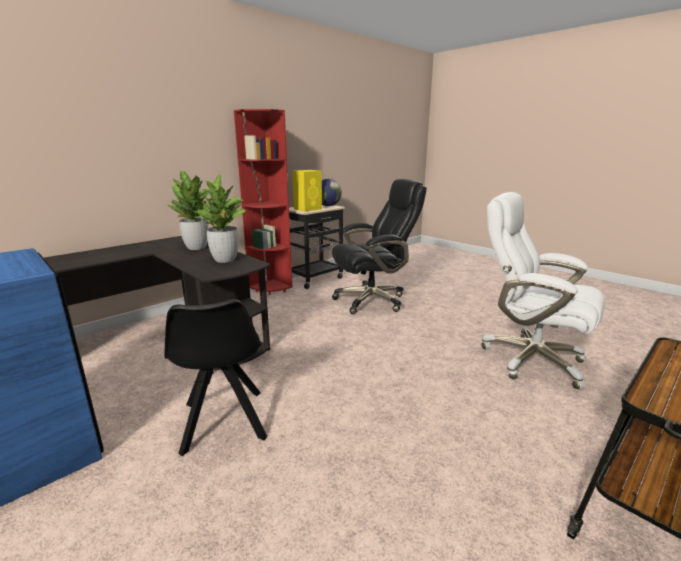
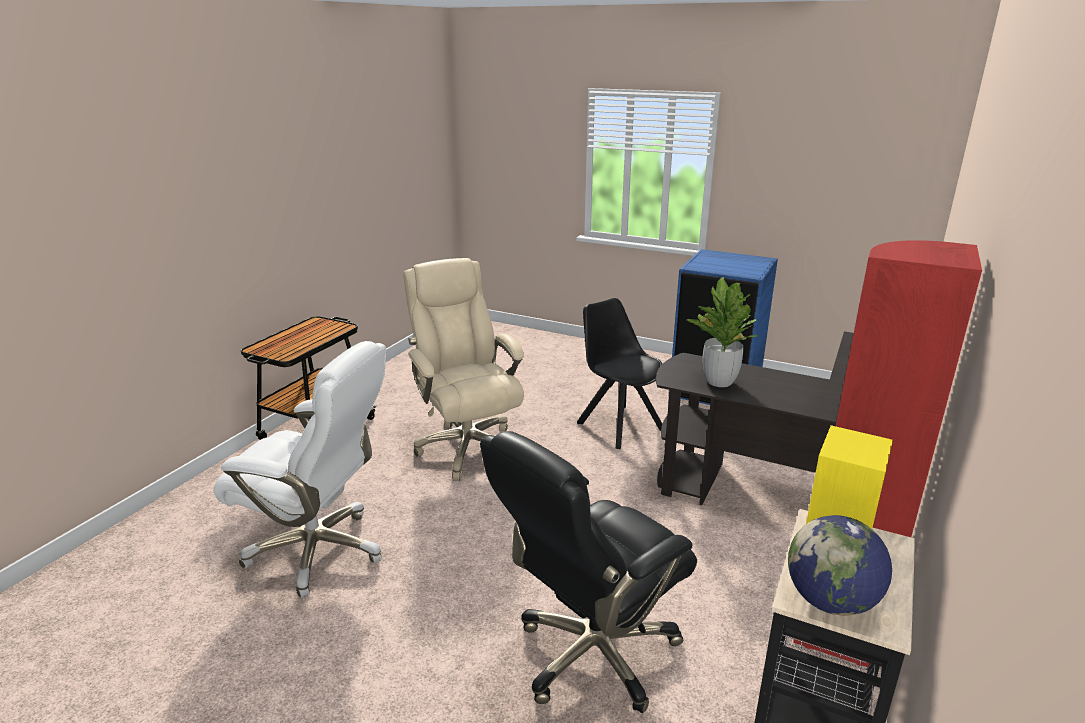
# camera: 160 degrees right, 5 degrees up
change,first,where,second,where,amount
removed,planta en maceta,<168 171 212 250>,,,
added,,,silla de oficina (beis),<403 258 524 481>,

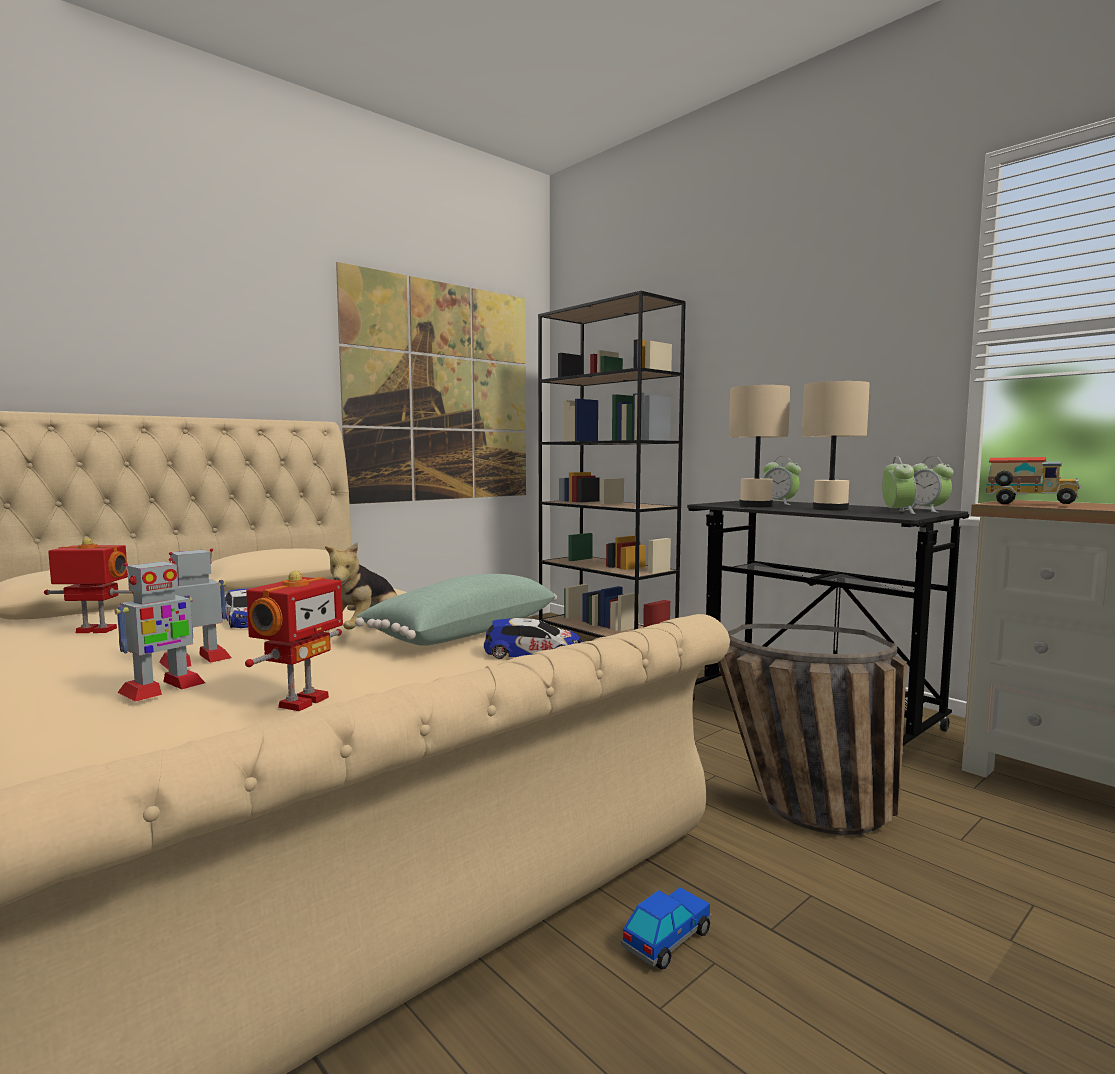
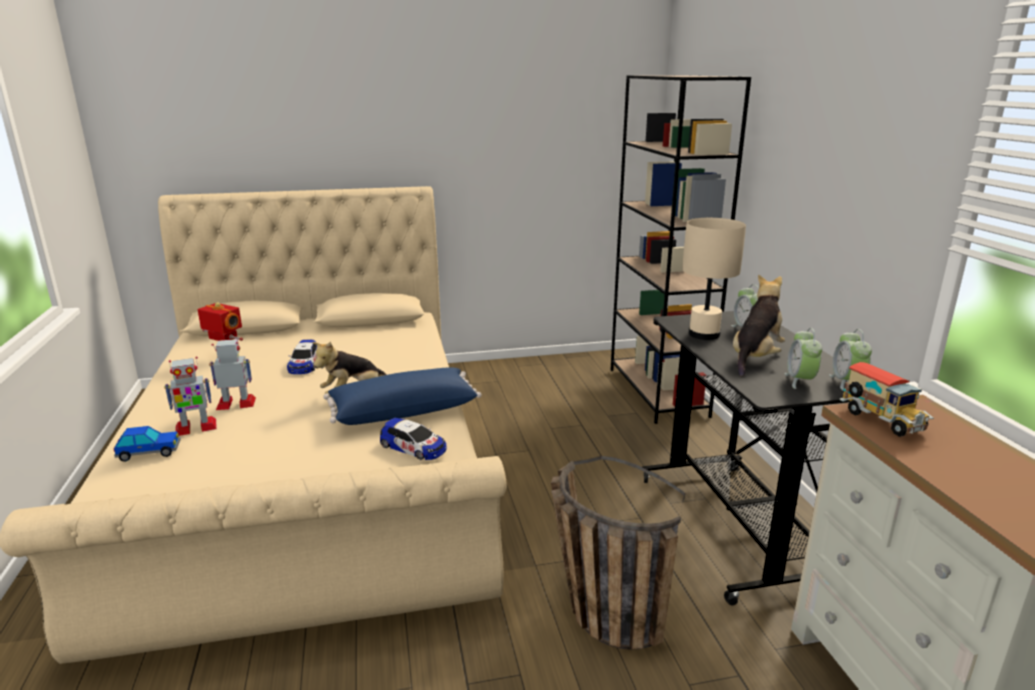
# camera: 30 degrees right, 15 degrees up
change,first,where,second,where,amount
removed,robot de juguete,<245 571 343 711>,,,
removed,cuadro,<336 262 526 504>,,,
moved,coche de juguete,<621 888 712 970>,,<114 426 181 462>,
replaced,lámpara de mesa (beis),<802 381 869 511>,peluche,<733 274 785 377>,
recoloured,cojín (verde),<355 574 557 646>,cojín (azul),<323 368 482 425>,
turned,despertador,<882 457 916 514>,,<784 328 822 389>,150 degrees clockwise

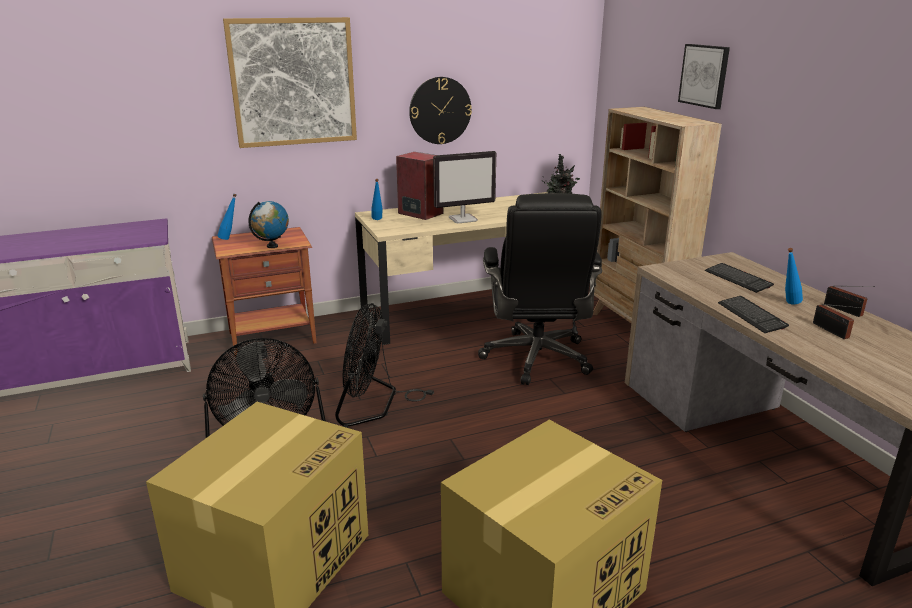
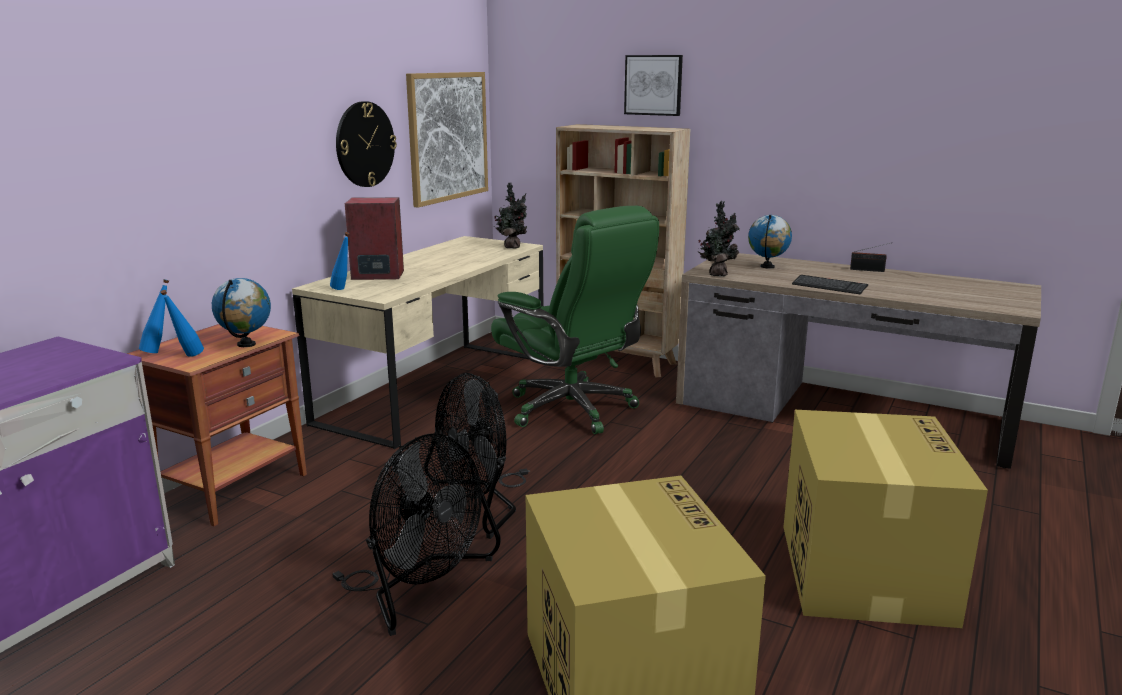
# camera: 40 degrees left, 5 degrees down
change,first,where,second,where,amount
removed,monitor,<433 151 496 224>,,,
removed,radio,<813 304 861 339>,,,
added,,,planta en maceta,<698 201 740 276>,
moved,cuadro,<223 17 357 148>,,<406 72 488 208>,
moved,botella (azul),<785 248 803 305>,,<160 290 204 357>,
replaced,teclado,<705 263 774 293>,globo terráqueo,<748 215 792 269>,
recoloured,silla de oficina (negro),<478 193 602 385>,silla de oficina (verde),<491 206 659 434>,

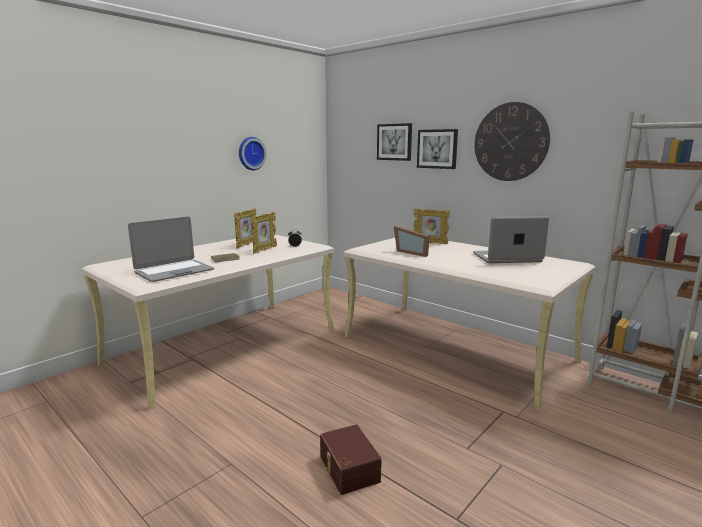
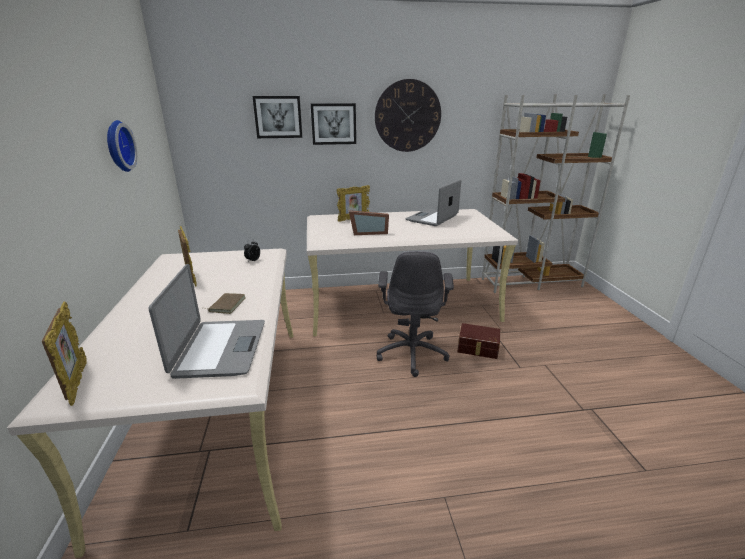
# camera: 50 degrees left, 10 degrees up
change,first,where,second,where,amount
added,,,silla de oficina (gris),<376 251 454 377>,
moved,portarretratos,<251 212 277 254>,,<42 301 87 406>,
moved,caja de almacenaje (marrón),<320 424 382 495>,,<457 323 500 359>,

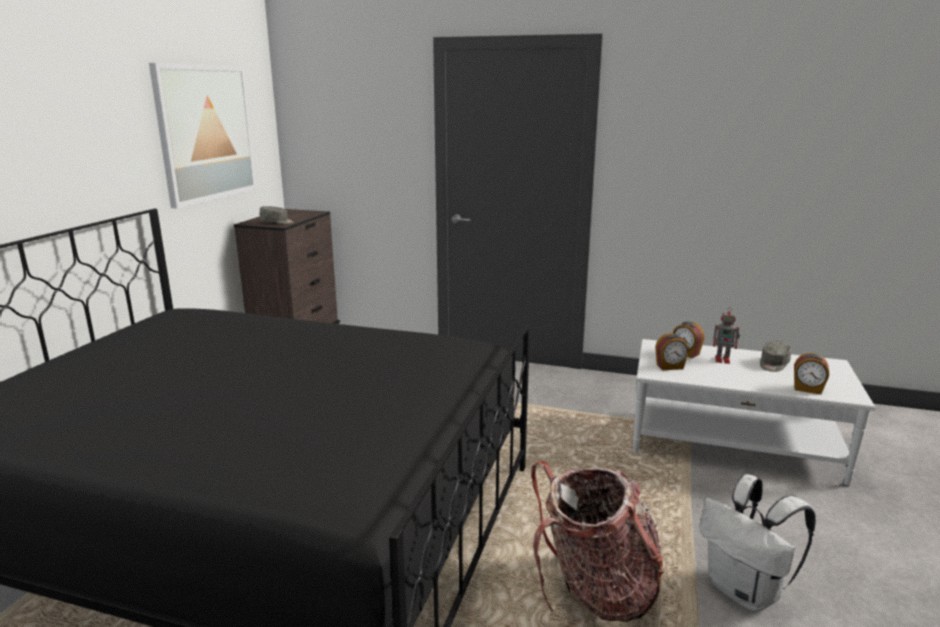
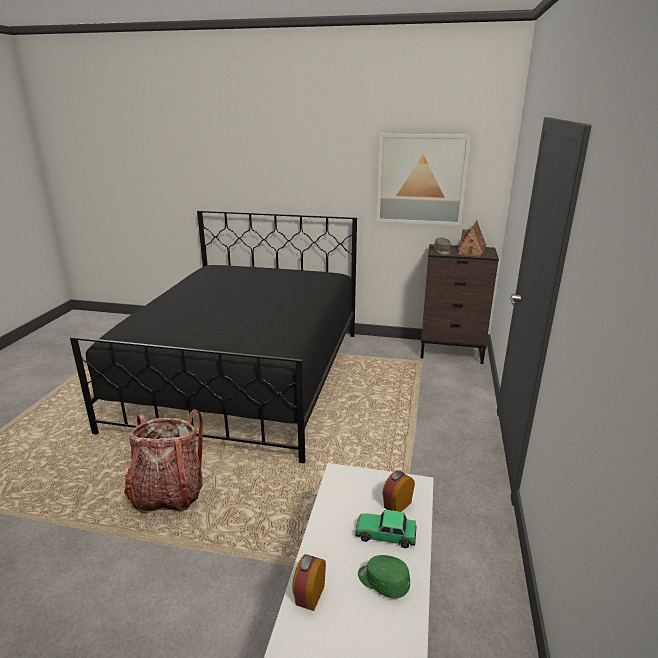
# camera: 85 degrees right, 5 degrees up
change,first,where,second,where,amount
removed,despertador,<655 333 689 370>,,,
removed,mochila (blanco),<699 474 816 612>,,,
added,,,casita,<458 220 487 257>,
replaced,robot de juguete,<713 307 740 364>,coche de juguete,<355 510 417 548>,
recoloured,gorra (gris),<760 340 791 372>,gorra (verde),<358 555 410 599>,

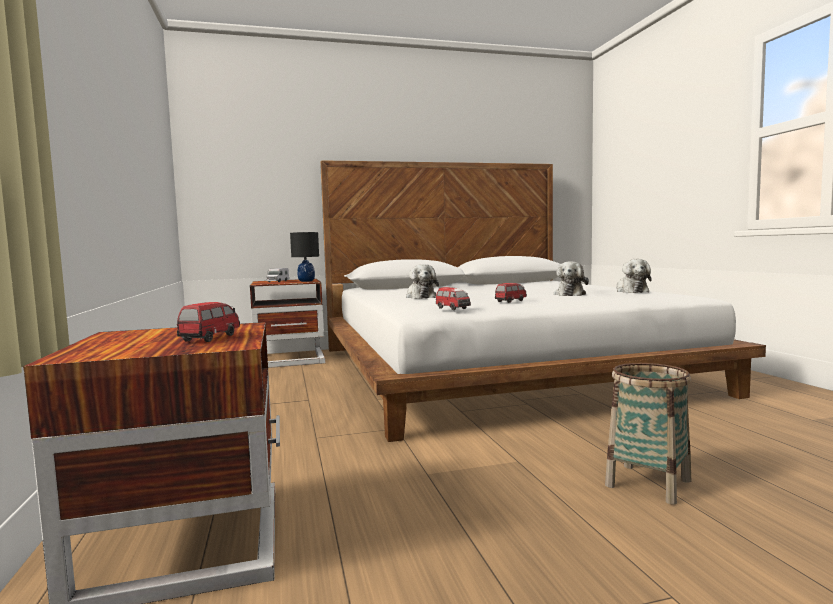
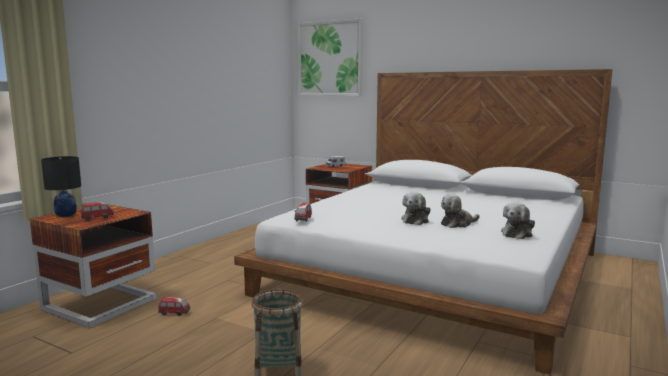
# camera: 45 degrees right, 5 degrees up
change,first,where,second,where,amount
added,,,cuadro,<298 19 363 96>,
moved,lámpara de mesa (negro),<290 232 319 282>,,<41 156 81 217>,
moved,peluche,<406 264 439 299>,,<401 192 431 225>,
moved,coche de juguete,<495 283 527 303>,,<158 297 190 316>,

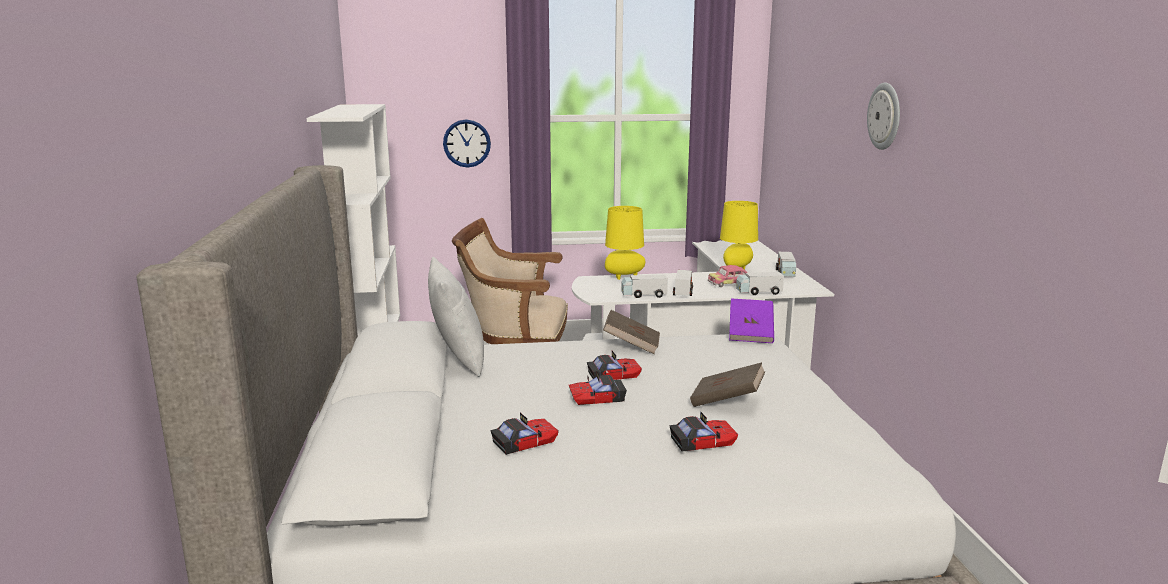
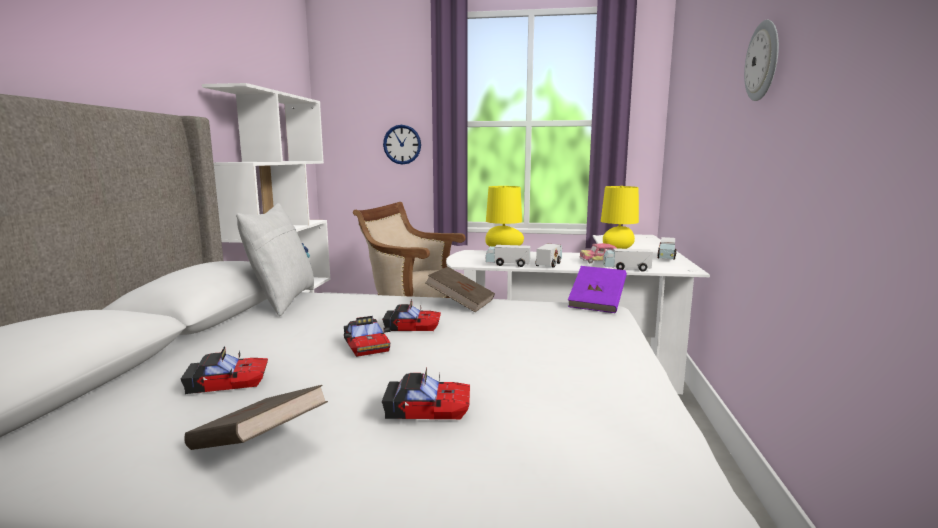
# camera: 15 degrees right, 5 degrees down
change,first,where,second,where,amount
moved,libro (marrón),<690 362 766 407>,,<184 385 328 450>,
turned,coche de juguete,<569 372 627 405>,,<344 316 391 357>,120 degrees counterclockwise

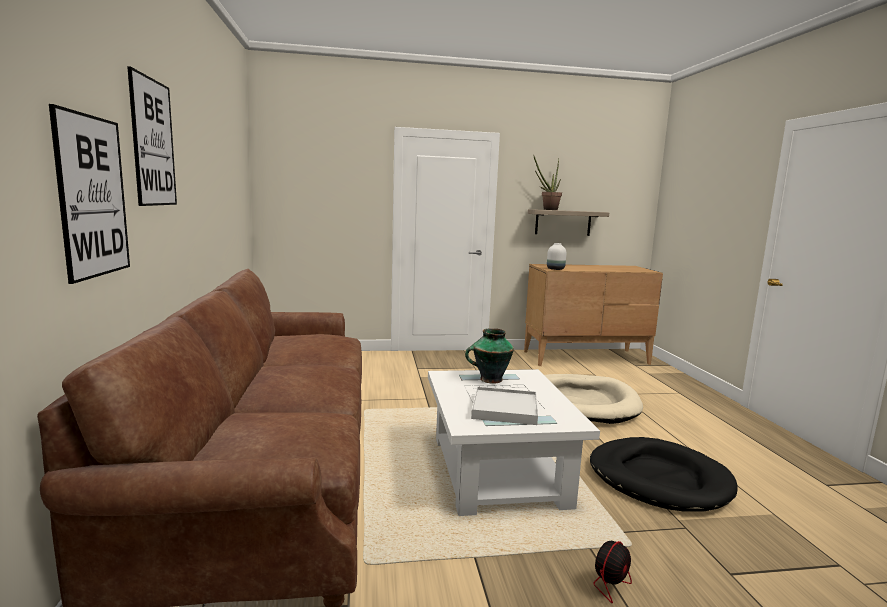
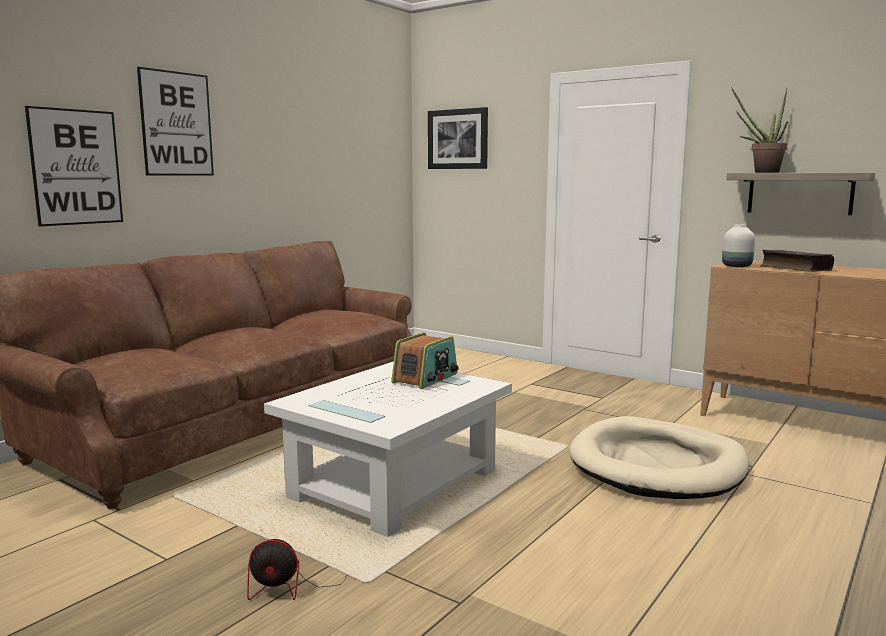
# camera: 45 degrees right, 0 degrees up
change,first,where,second,where,amount
removed,bandeja (blanco),<471 387 538 425>,,,
removed,cama para perro (negro),<590 437 738 512>,,,
added,,,cuadro,<428 107 488 169>,
added,,,libro,<760 250 834 272>,
replaced,florero,<465 328 514 384>,radio,<391 332 459 389>,

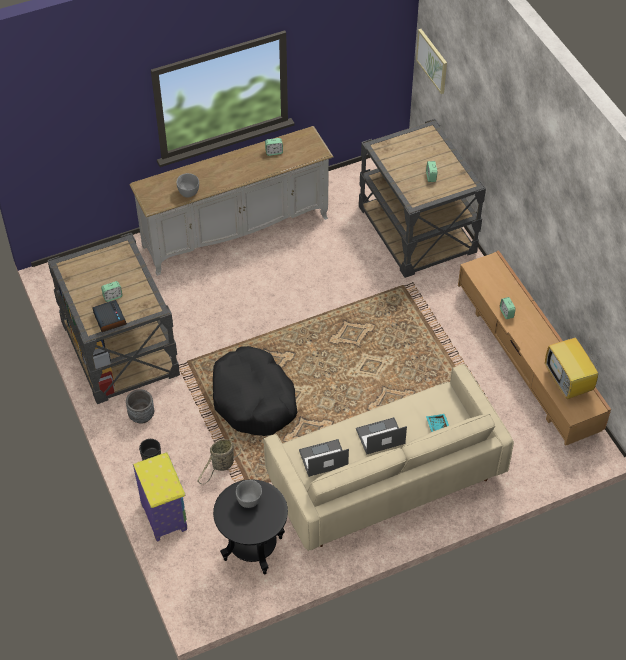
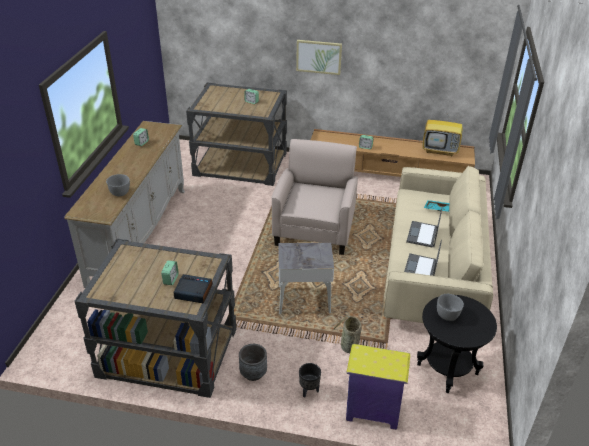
# camera: 55 degrees left, 15 degrees down
change,first,where,second,where,amount
added,,,sillón (beis),<271 139 358 255>,
moved,cuadro,<416 29 447 94>,,<296 40 342 75>,
replaced,cama para perro (negro),<213 346 298 436>,mesa auxiliar,<279 242 334 314>,

